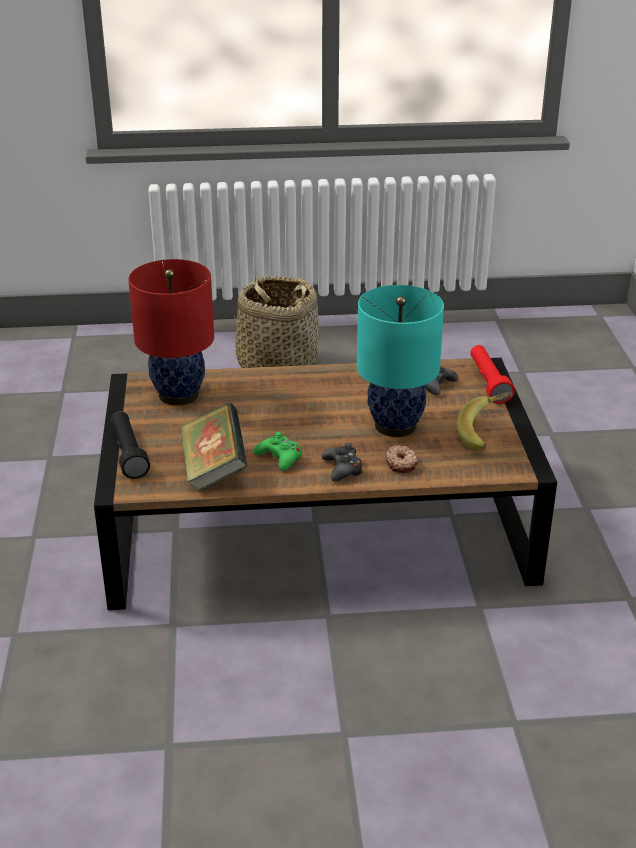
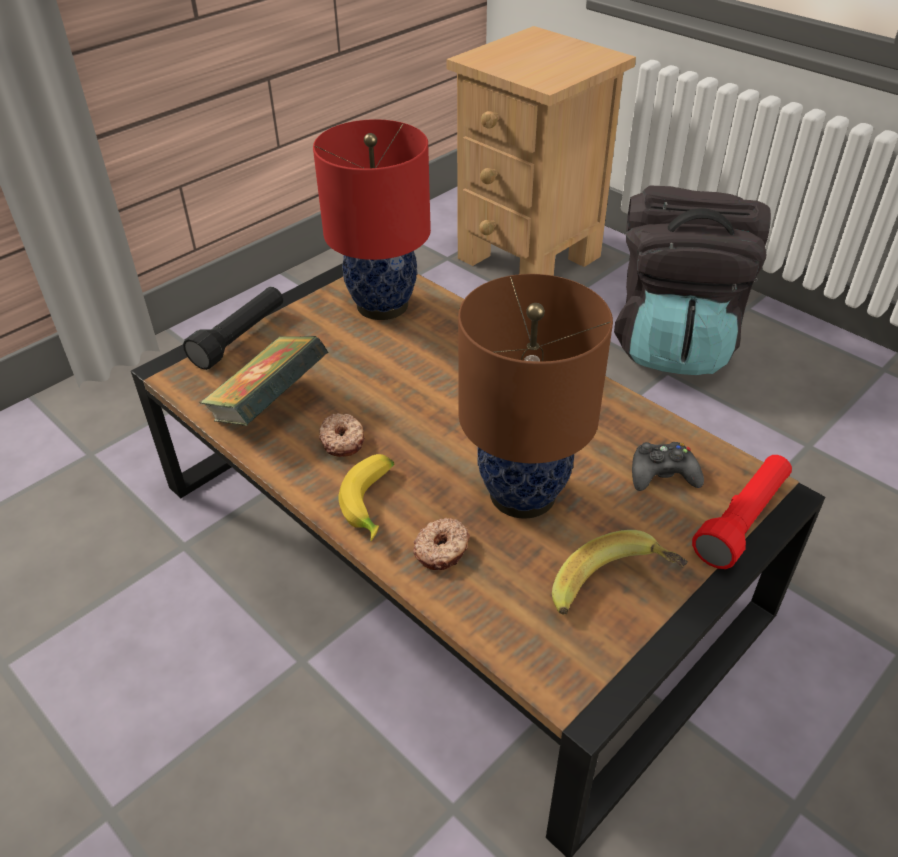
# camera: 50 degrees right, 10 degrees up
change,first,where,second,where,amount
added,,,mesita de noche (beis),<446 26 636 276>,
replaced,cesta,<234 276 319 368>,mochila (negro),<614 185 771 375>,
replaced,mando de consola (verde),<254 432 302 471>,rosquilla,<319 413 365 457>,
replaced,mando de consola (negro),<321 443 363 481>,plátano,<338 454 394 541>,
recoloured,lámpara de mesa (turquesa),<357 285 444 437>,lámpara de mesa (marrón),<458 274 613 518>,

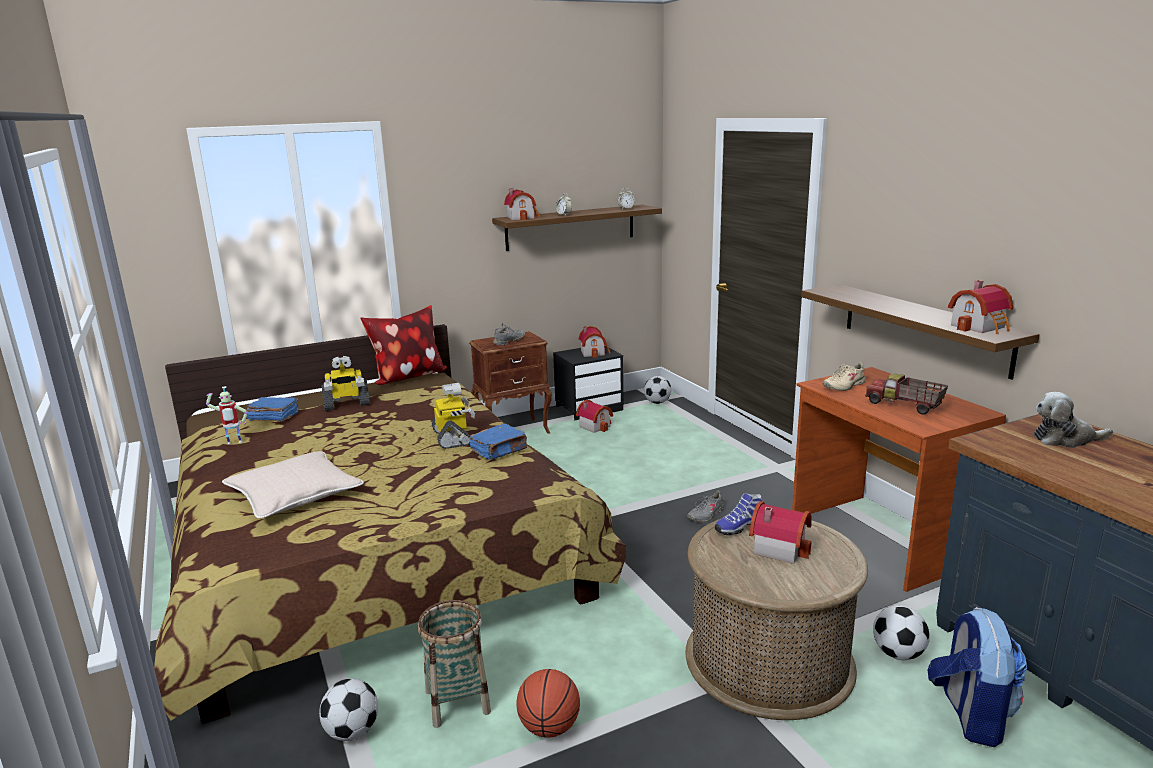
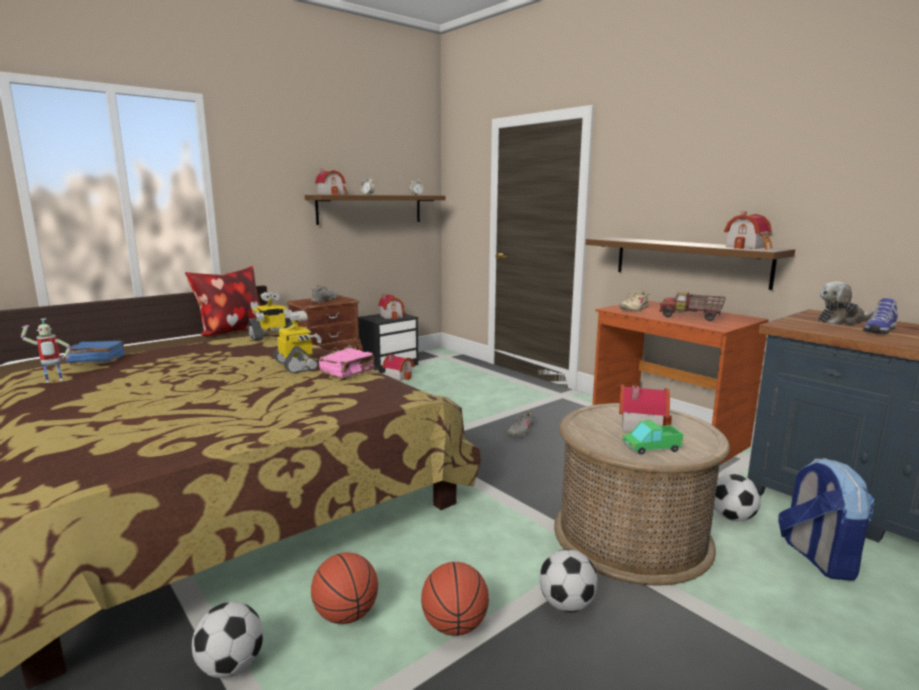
# camera: 15 degrees left, 5 degrees down
change,first,where,second,where,amount
removed,cojín (beis),<222 451 364 518>,,,
added,,,camión de juguete,<622 420 683 455>,
moved,robot de juguete,<321 356 370 411>,,<248 292 293 341>,
moved,balón de fútbol,<644 376 671 404>,,<539 549 598 612>,
moved,zapato,<715 493 763 536>,,<863 298 898 334>,
replaced,cesta,<418 600 491 728>,balón de baloncesto,<311 552 378 624>,
recoloured,libro (azul),<469 424 527 460>,libro (rosa),<319 348 375 378>,

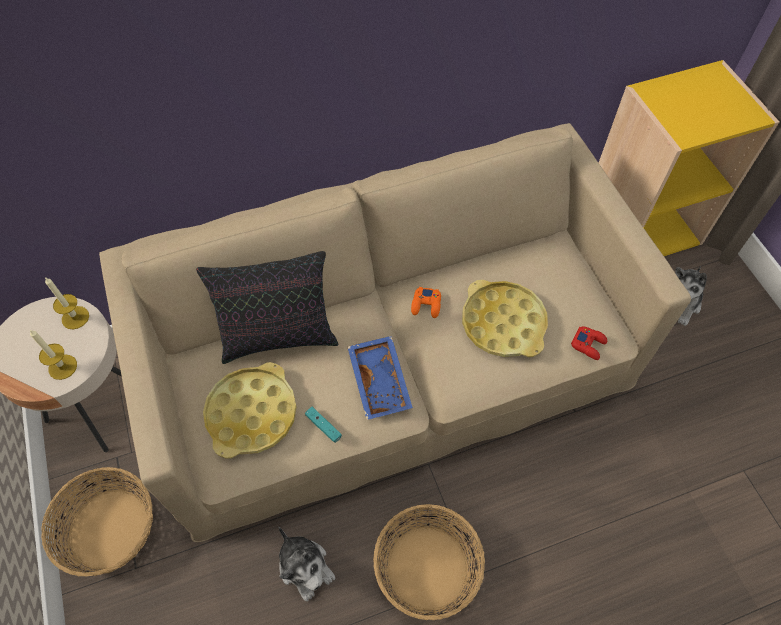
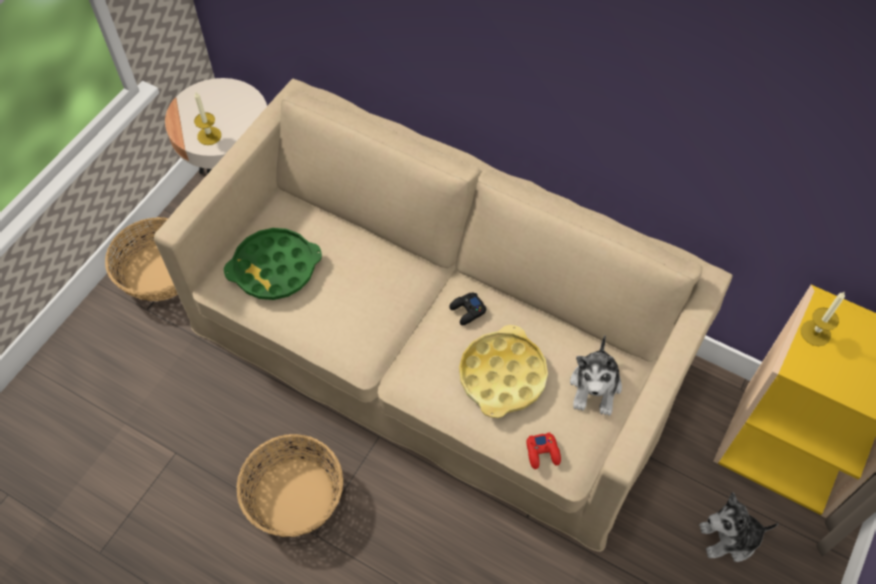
# camera: 50 degrees right, 0 degrees up
change,first,where,second,where,amount
removed,cojín (negro),<196 251 338 364>,,,
removed,mando de consola (turquesa),<305 407 342 443>,,,
removed,bandeja (azul),<348 336 413 420>,,,
moved,vela,<45 277 89 329>,,<801 291 845 346>,
moved,peluche,<278 527 335 602>,,<570 335 622 416>,
recoloured,bandeja (amarillo),<203 362 297 459>,bandeja (verde),<224 228 322 300>,
recoloured,mando de consola (naranja),<411 287 441 318>,mando de consola (negro),<449 293 486 325>,

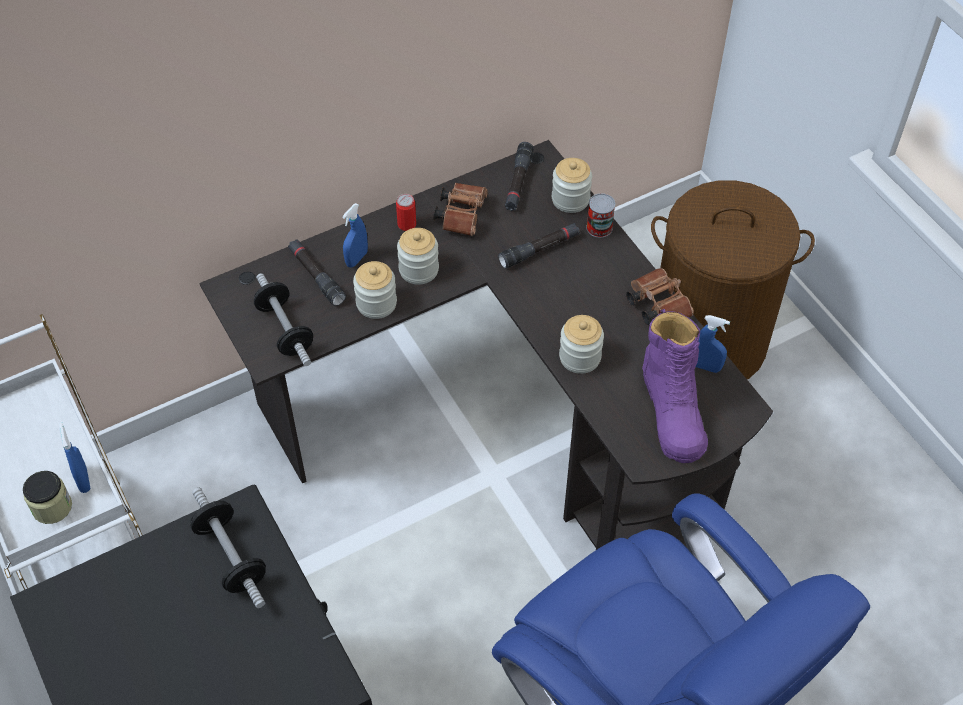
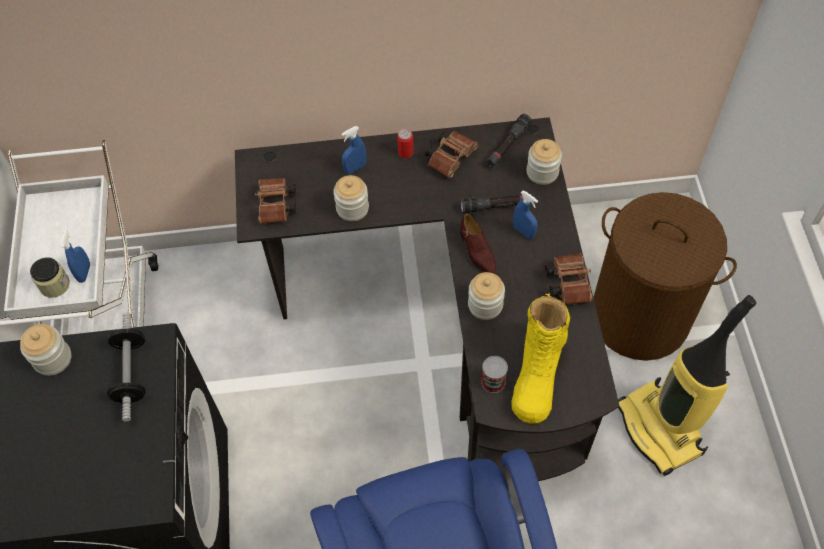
# camera: 25 degrees right, 5 degrees up
change,first,where,second,where,amount
removed,linterna (negro),<288 239 346 306>,,,
added,,,zapato (marrón),<460 214 496 274>,
added,,,aspiradora,<618 295 756 476>,
moved,tarro,<397 228 439 285>,,<20 324 72 376>,
moved,lata,<586 193 615 238>,,<481 356 508 393>,
moved,pulverizador (azul),<696 315 730 373>,,<513 191 538 239>,
replaced,mancuerna,<254 273 313 366>,prismáticos (marrón),<255 178 297 224>,
recoloured,bota (morado),<642 309 708 463>,bota (amarillo),<511 293 570 424>,

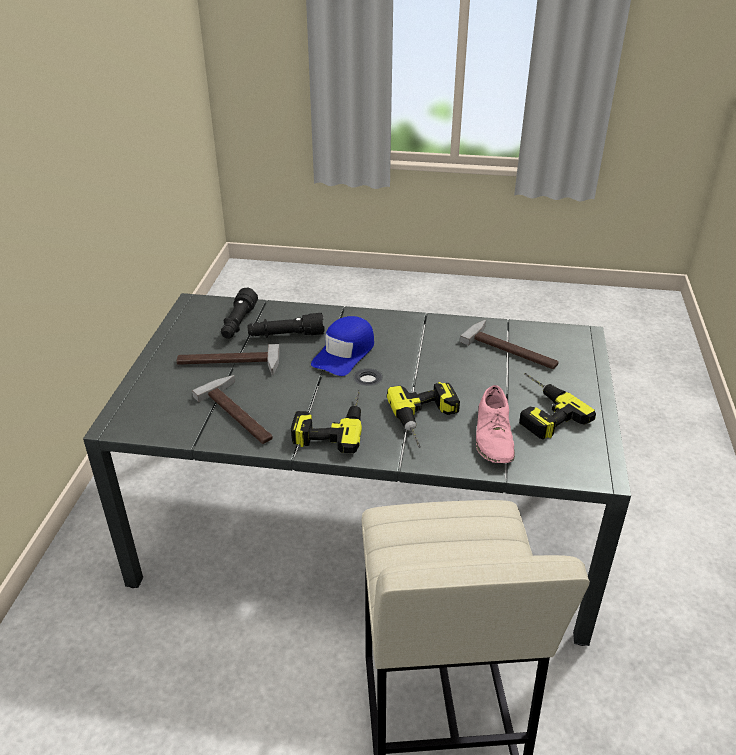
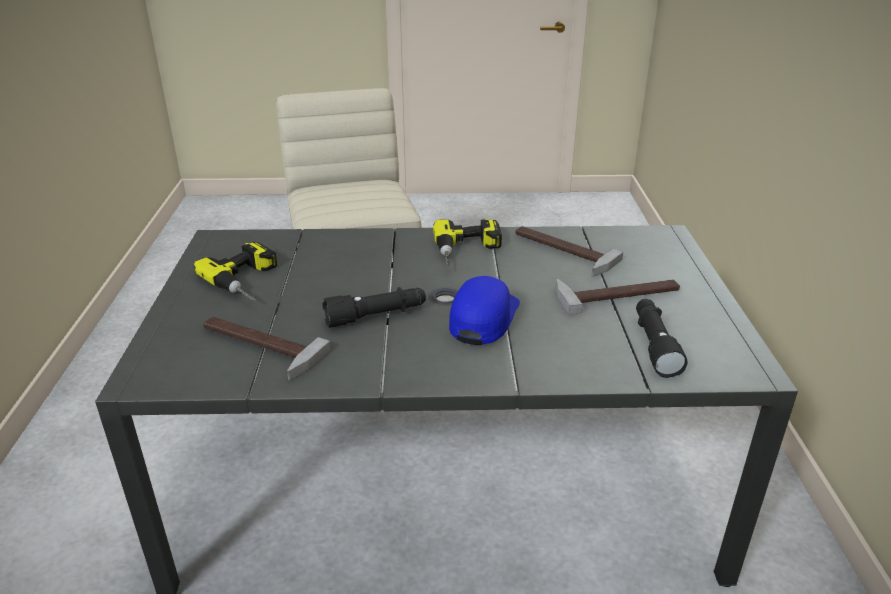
# camera: 170 degrees right, 5 degrees down
change,first,where,second,where,amount
removed,taladro,<387 382 460 448>,,,
removed,zapato (rosa),<476 385 515 463>,,,
moved,linterna (negro),<247 313 325 338>,,<322 287 426 328>,

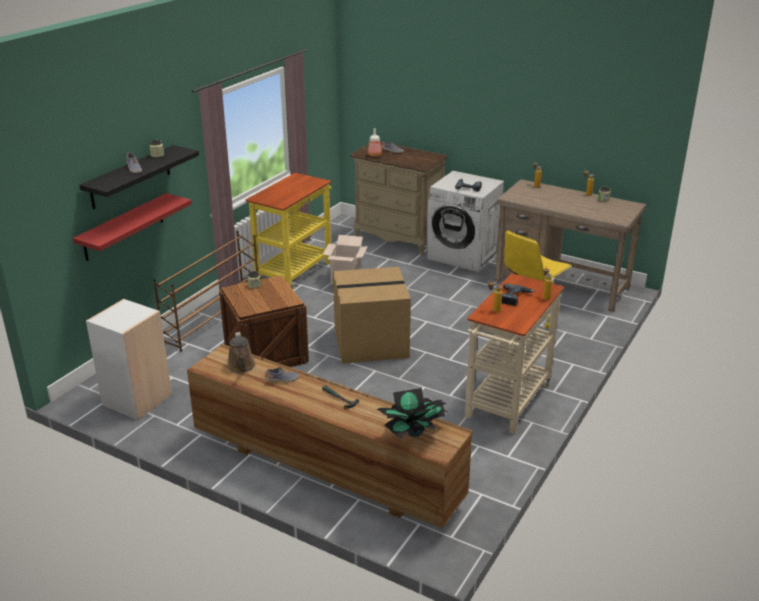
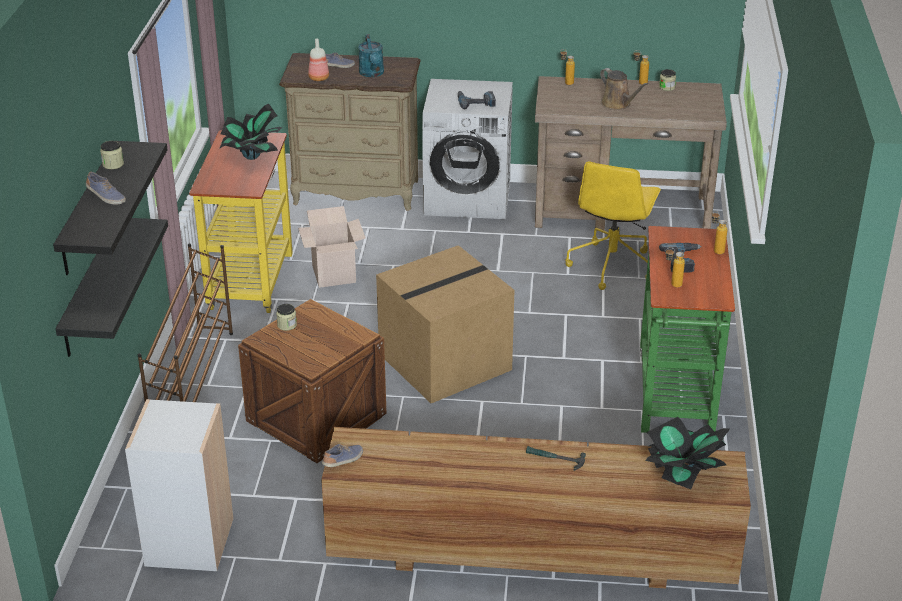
# camera: 25 degrees left, 5 degrees up
change,first,where,second,where,amount
added,,,planta en maceta,<219 104 282 160>,
added,,,regadera (turquesa),<358 34 384 77>,
moved,regadera (marrón),<227 332 256 373>,,<600 68 648 110>,
moved,zapato,<264 367 299 382>,,<322 444 363 467>,
recoloured,estante (rojo),<73 193 192 261>,estante (negro),<56 218 168 357>,
recoloured,carrito (beis),<465 273 564 434>,carrito (verde),<640 226 735 433>,

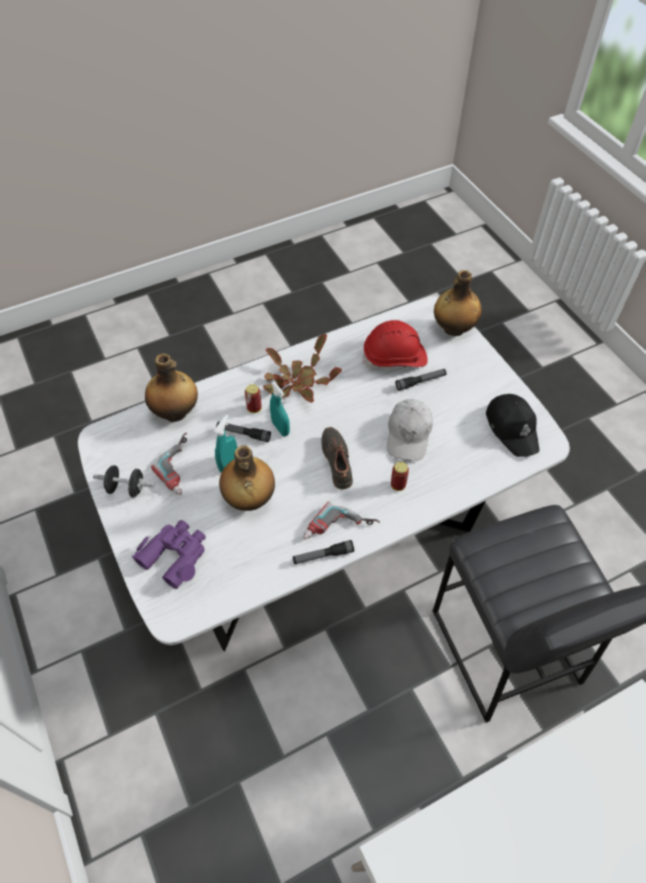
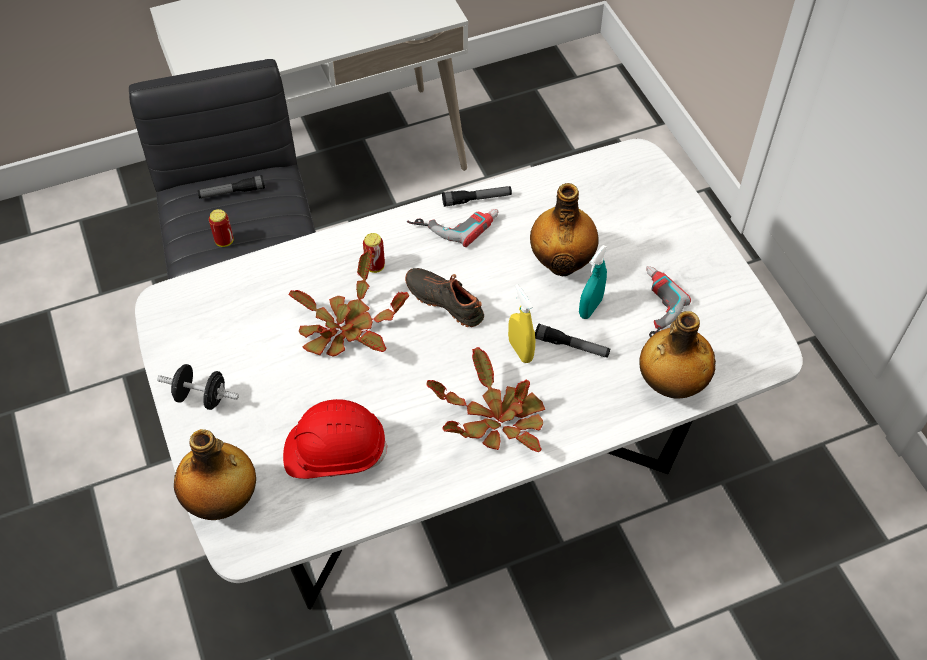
# camera: 175 degrees left, 0 degrees up
change,first,where,second,where,amount
removed,prismáticos (morado),<132 520 206 589>,,,
removed,gorra (negro),<486 394 539 457>,,,
moved,mancuerna (negro),<93 465 155 497>,,<157 364 239 410>,
moved,lata,<245 384 262 413>,,<209 209 234 247>,
moved,linterna,<396 369 446 391>,,<197 175 265 199>,
replaced,gorra (blanco),<387 399 433 461>,planta en maceta,<288 250 409 356>,
recoloured,pulverizador (turquesa),<270 382 290 436>,pulverizador (amarillo),<508 284 535 363>,
turned,zapato (negro),<322 427 353 489>,,<405 268 484 327>,135 degrees clockwise

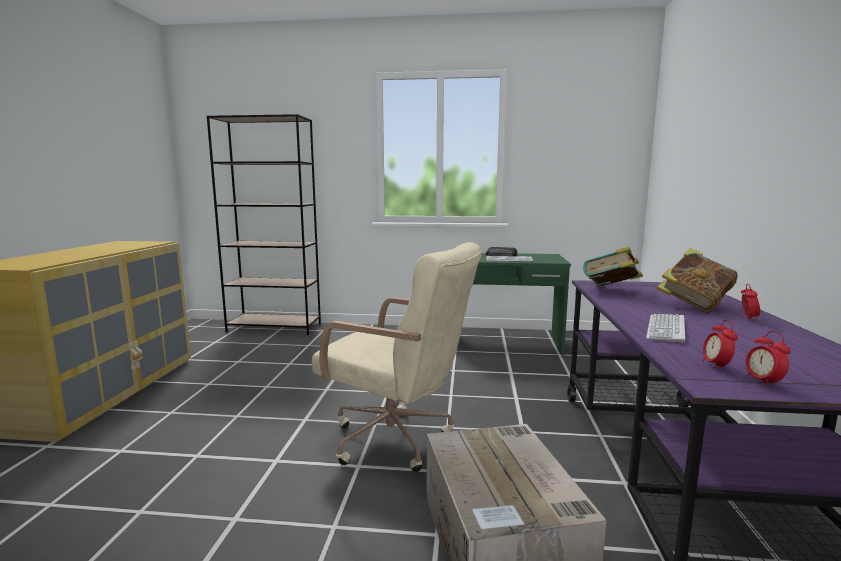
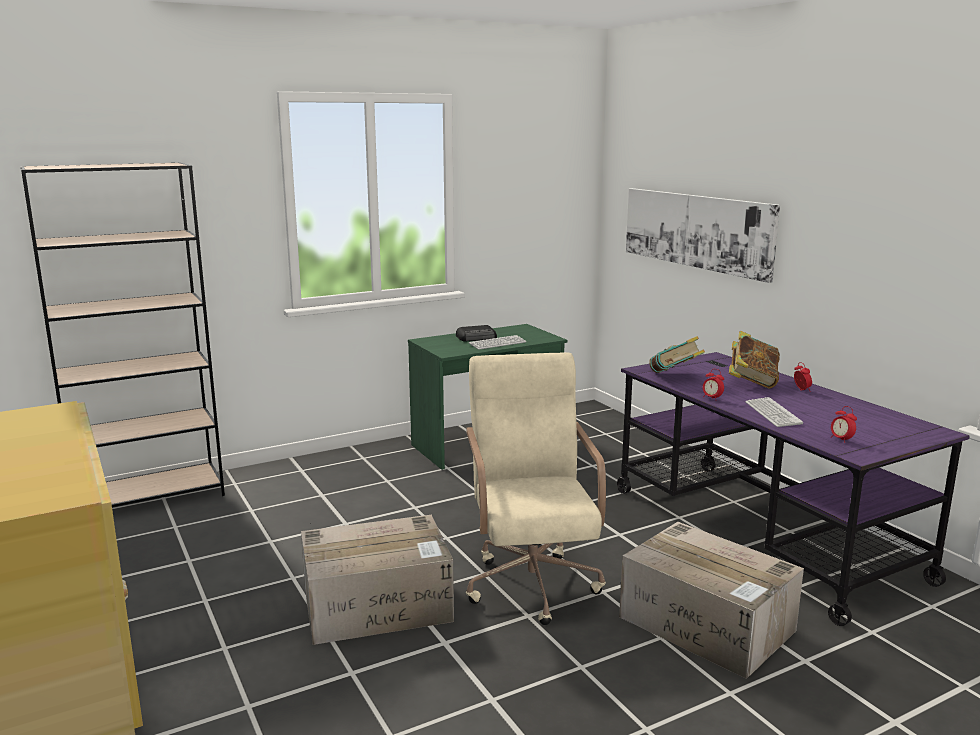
# camera: 35 degrees left, 5 degrees up
change,first,where,second,where,amount
added,,,caja de cartón,<301 515 454 645>,
added,,,cuadro,<626 188 780 283>,
moved,despertador,<745 331 791 388>,,<703 369 724 401>,
turned,silla de oficina (beis),<312 242 482 472>,,<466 352 606 625>,90 degrees counterclockwise

